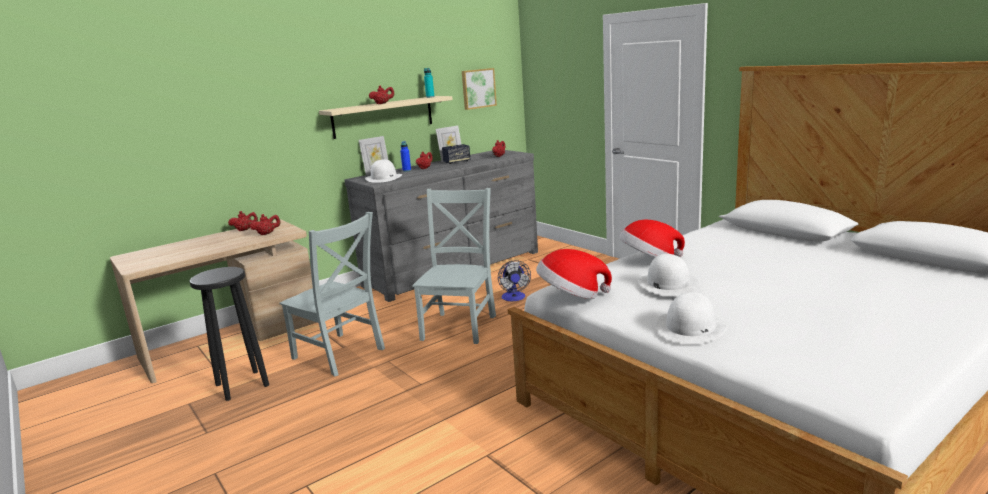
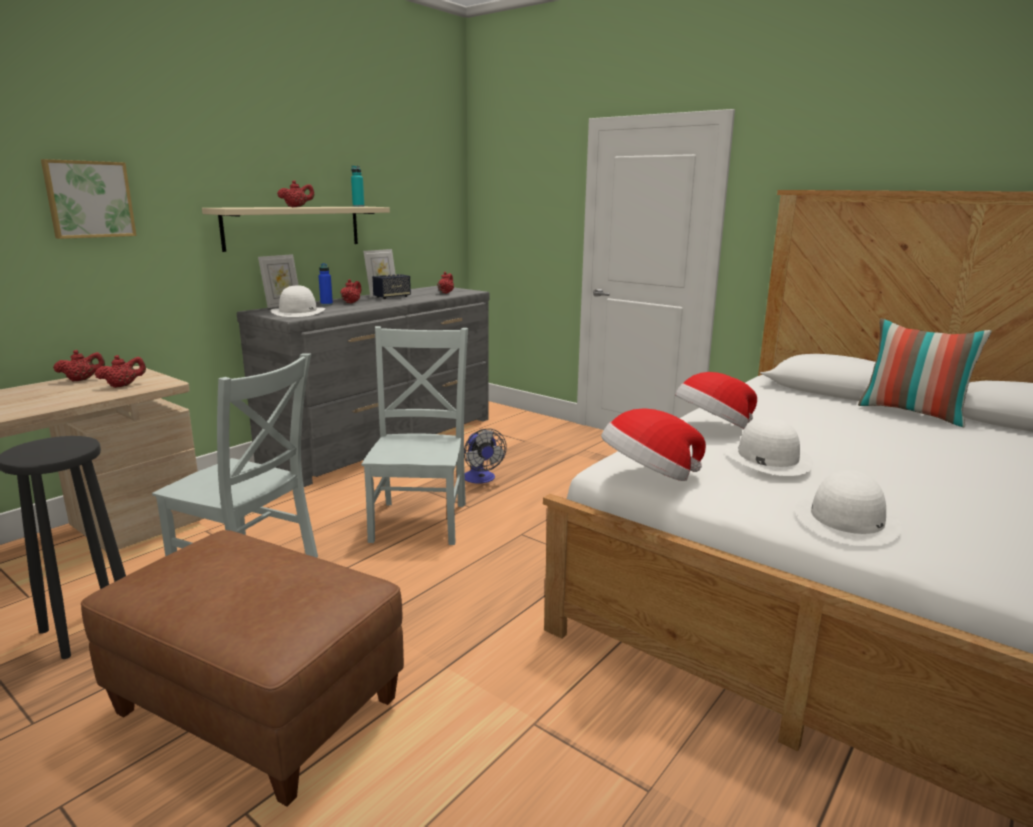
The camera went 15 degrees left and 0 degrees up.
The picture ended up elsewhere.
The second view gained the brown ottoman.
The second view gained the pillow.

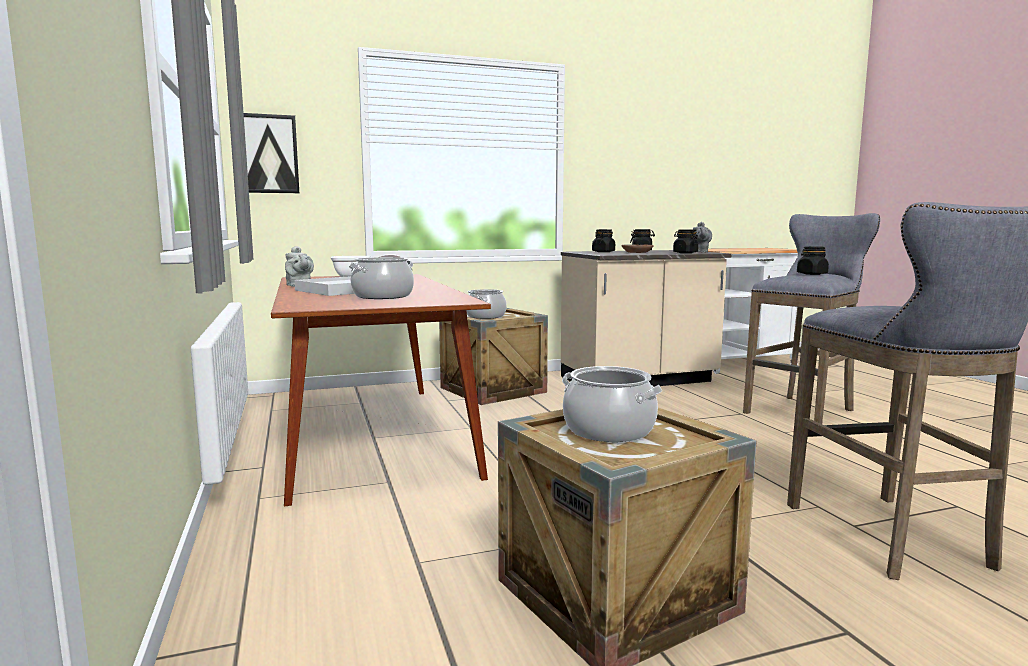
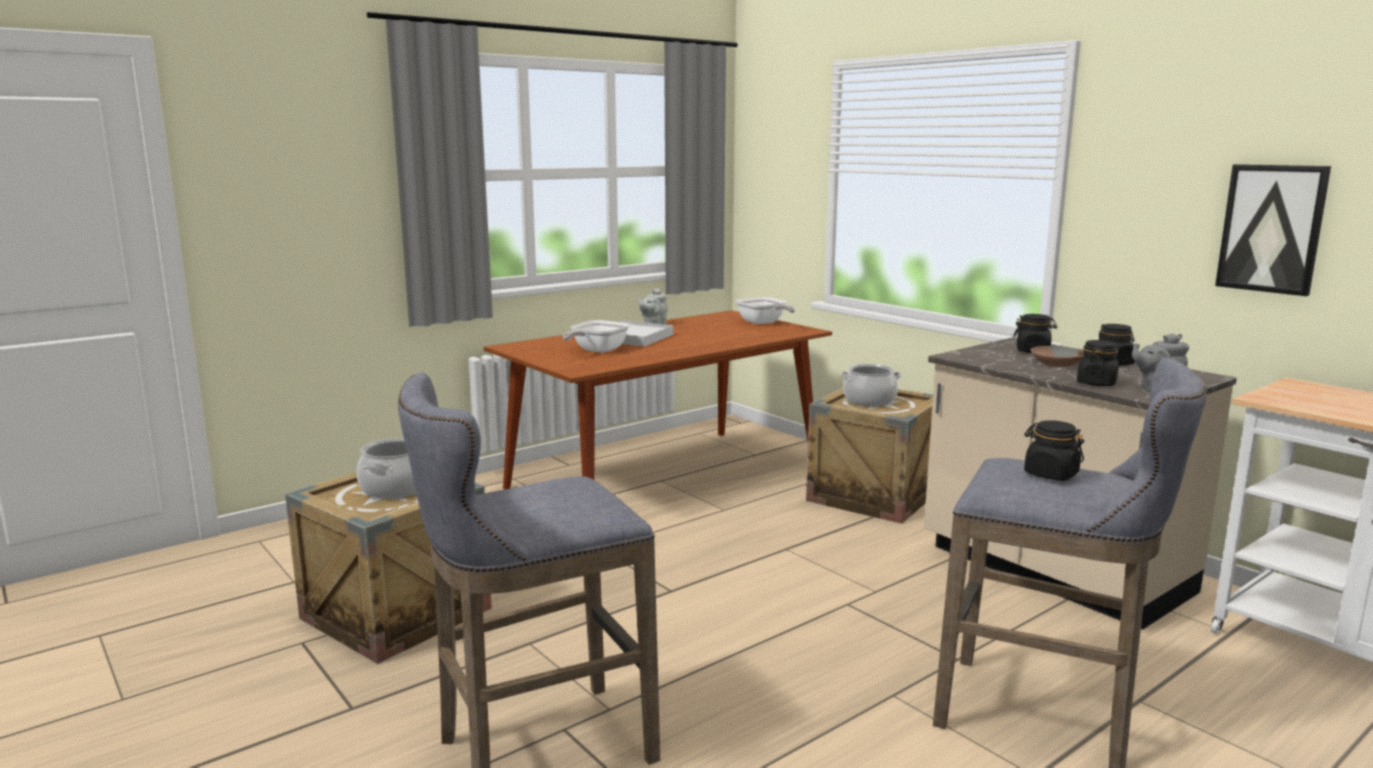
The camera went 70 degrees right and 5 degrees up.
Where the cooking pot (no. 1 from left) stood, the frying pan (no. 1 from left) came to stand.
The picture ended up elsewhere.

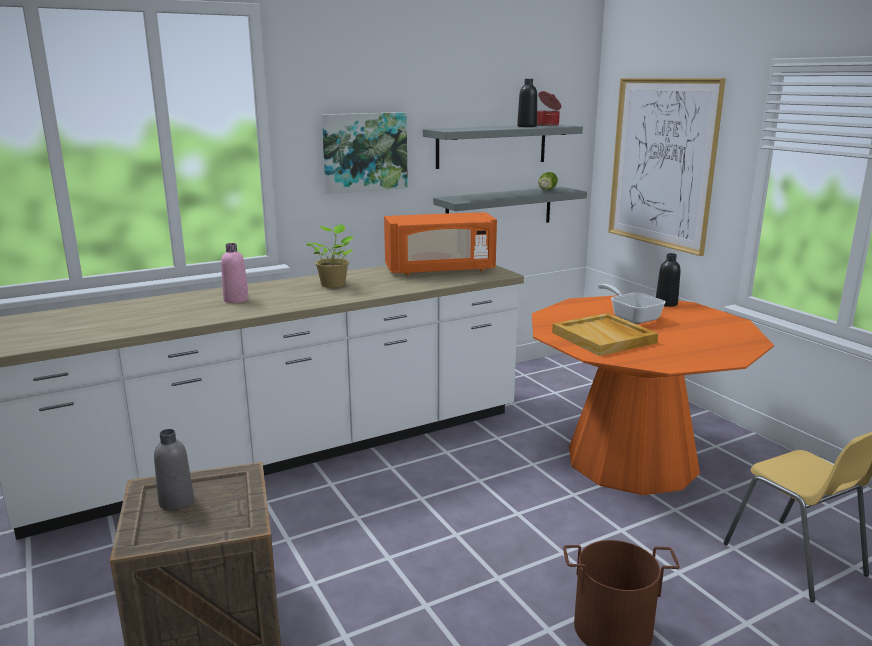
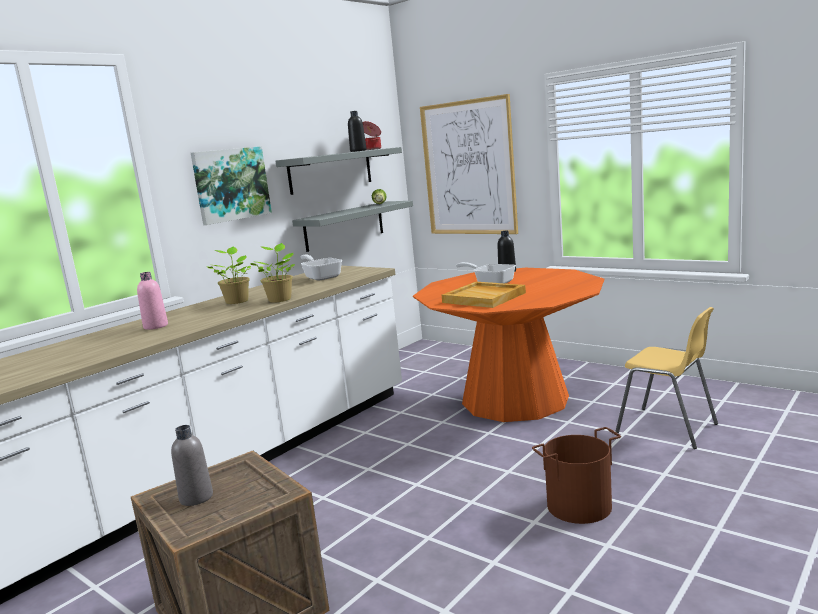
The camera went 20 degrees left and 5 degrees down.
The second view gained the potted plant (no. 2 from left).
Where the orange microwave stood, the frying pan (no. 1 from left) came to stand.

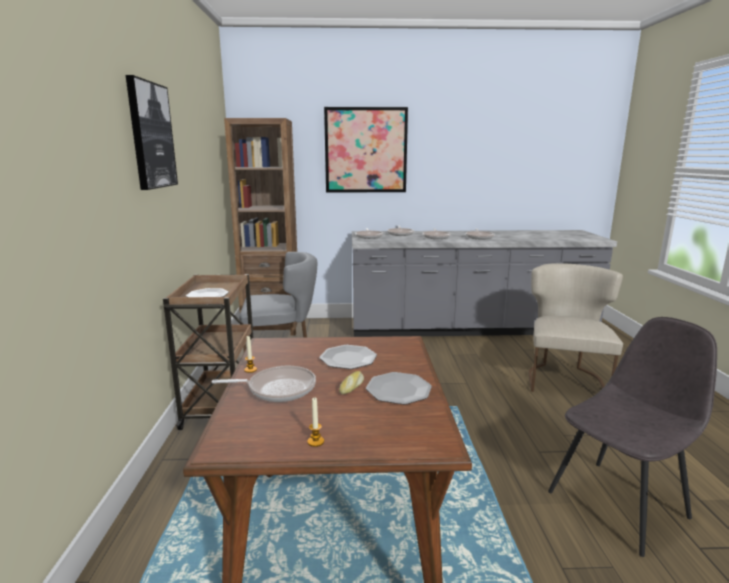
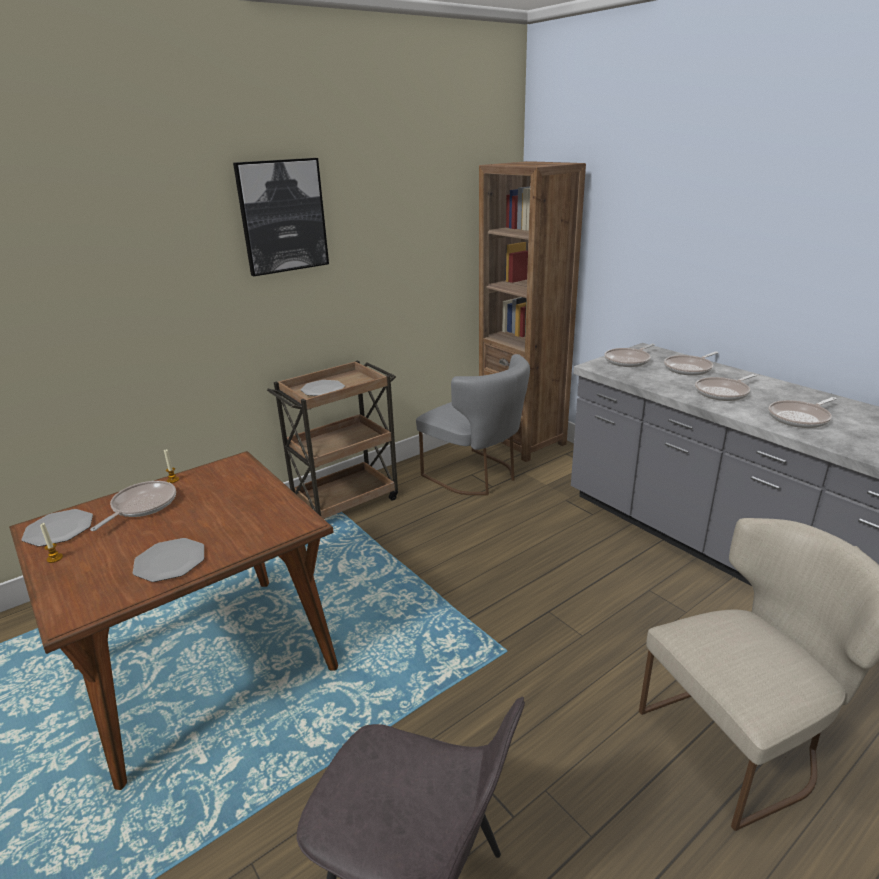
The camera went 55 degrees right and 10 degrees up.
The plate (no. 2 from left in the first image) ended up elsewhere.
The frying pan (no. 1 from left) ended up facing another way, 120 degrees counterclockwise from before.
The second view lost the picture (no. 2 from left).
The second view lost the bread.

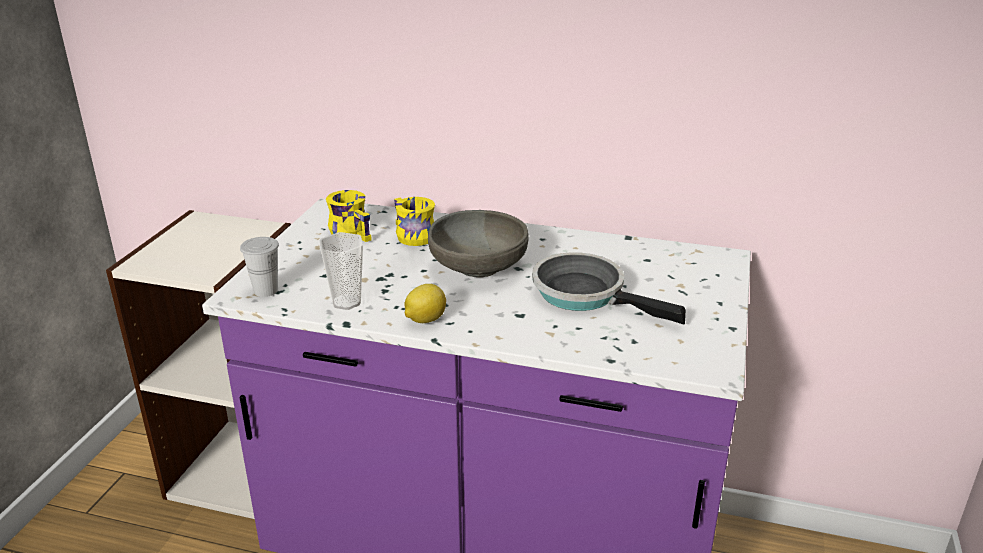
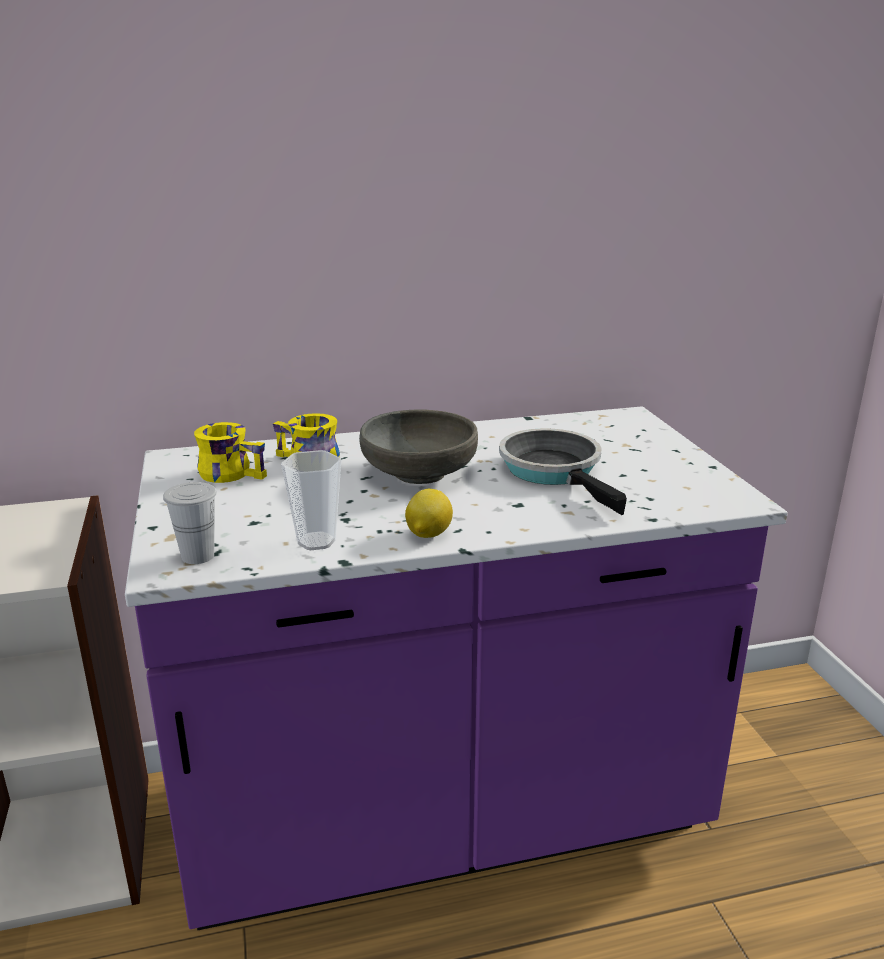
The camera went 30 degrees left and 5 degrees down.
The frying pan ended up facing another way, 60 degrees clockwise from before.

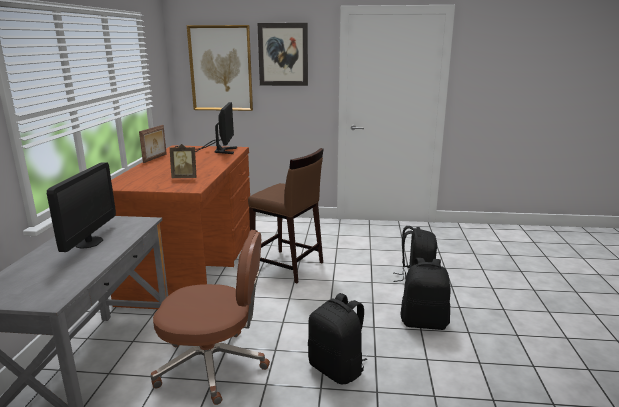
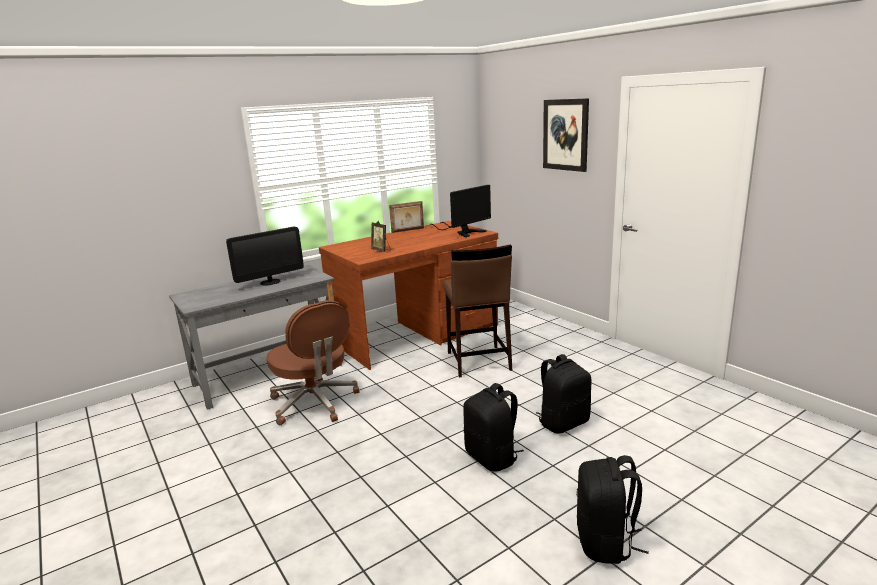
The camera went 50 degrees right and 0 degrees up.
The black backpack (no. 1 from left in the first image) ended up elsewhere.
The second view lost the picture (no. 1 from left).

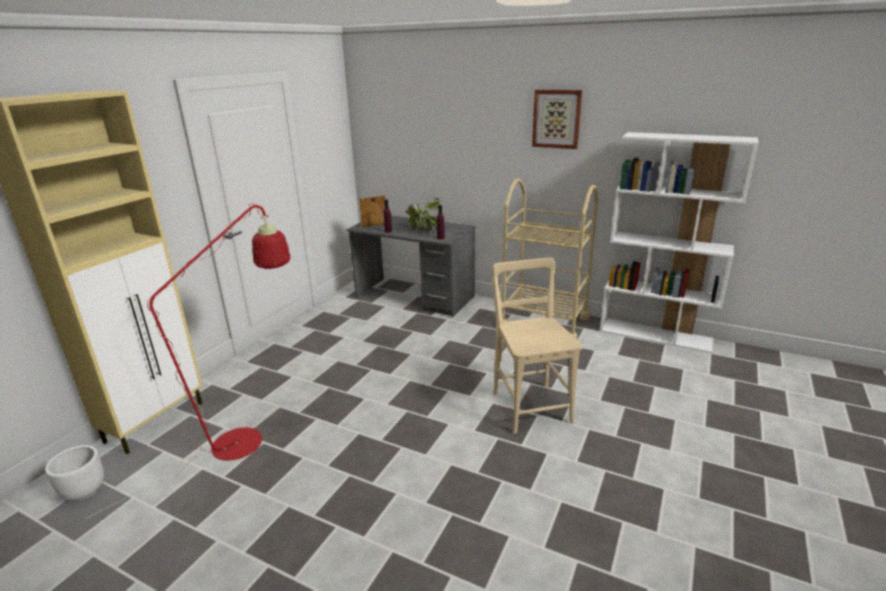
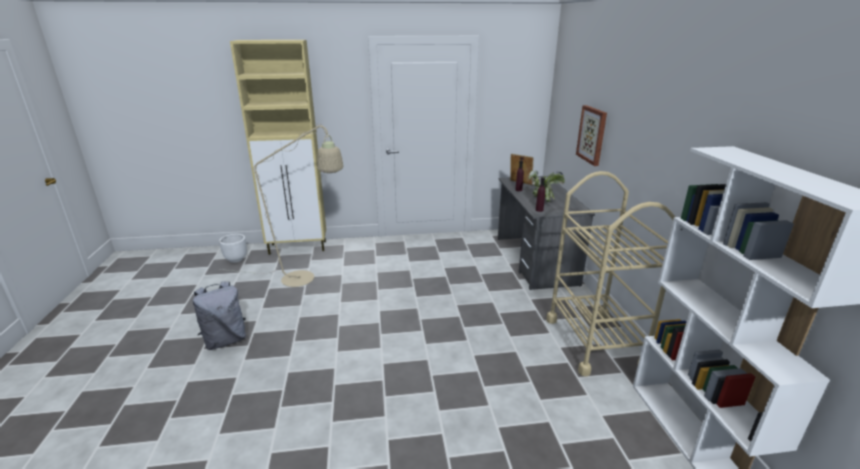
The camera went 55 degrees right and 0 degrees up.
The second view gained the grey backpack.
What was the red floor lamp turned into the beige floor lamp.
The picture ended up elsewhere.
The second view lost the beige chair.

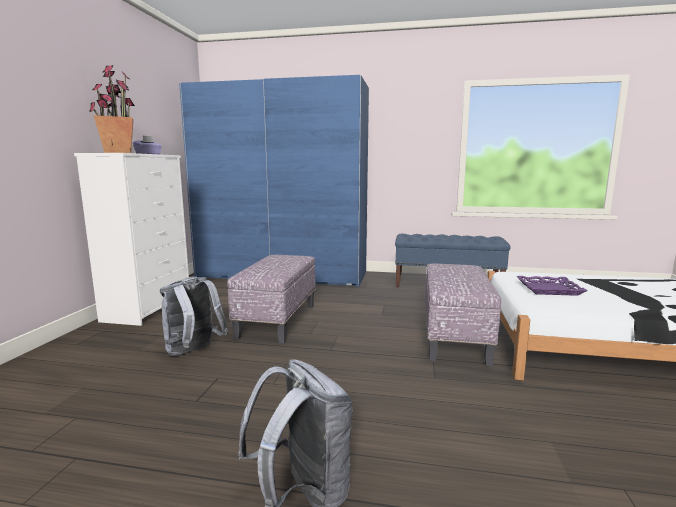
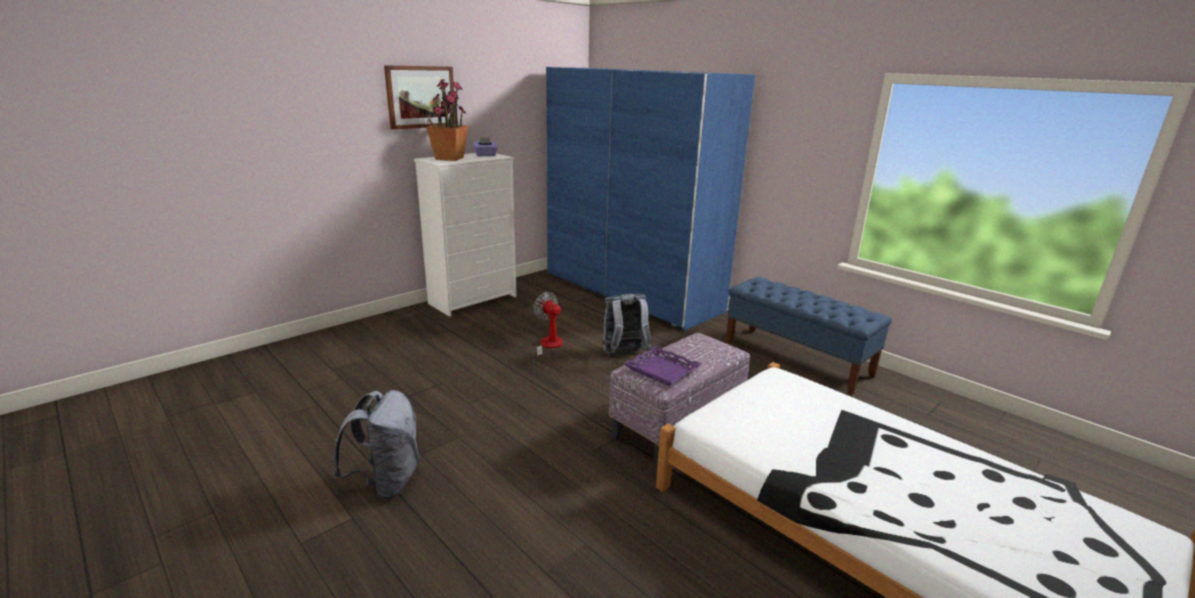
The camera went 35 degrees right and 10 degrees up.
The second view gained the picture.
Where the ottoman (no. 1 from left) stood, the fan came to stand.
The grey backpack (no. 1 from left in the first image) ended up elsewhere.
The purple tray ended up elsewhere.

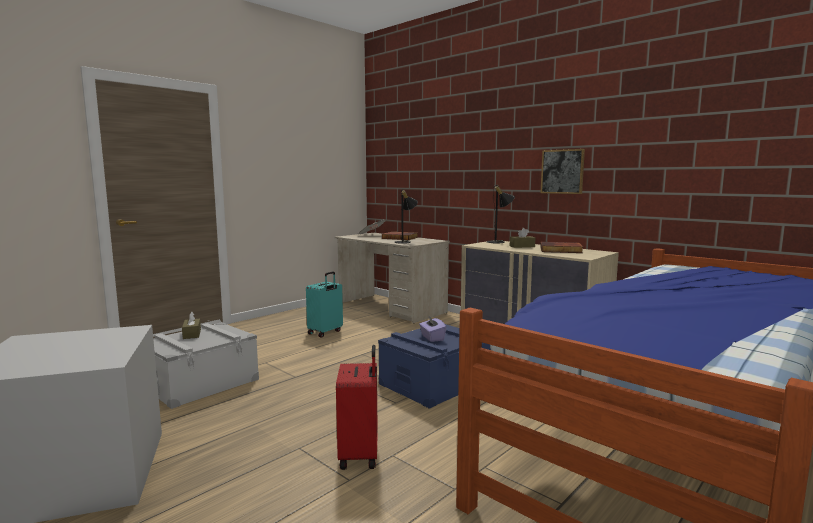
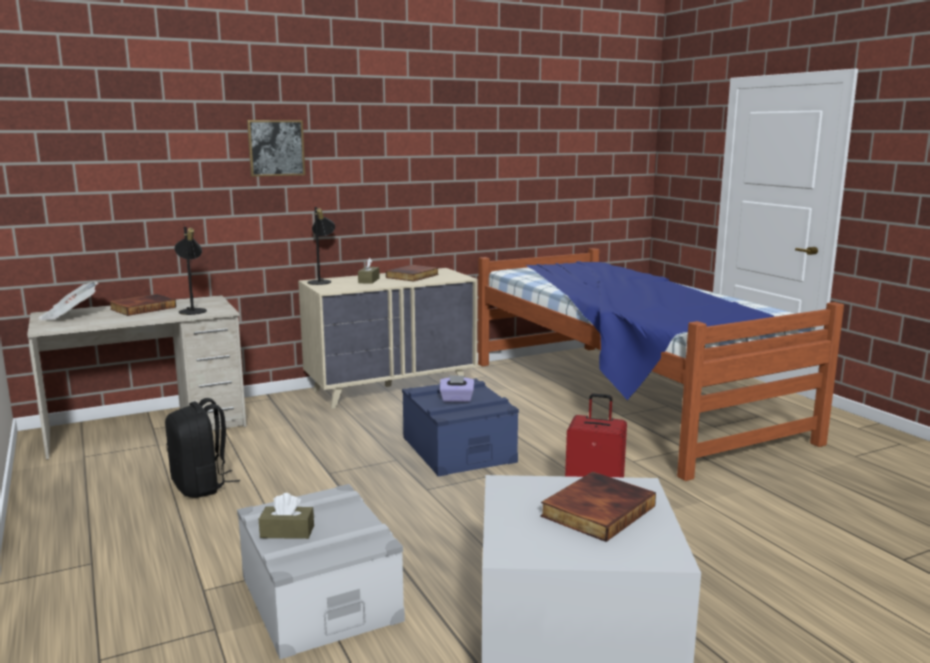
The camera went 70 degrees left and 5 degrees up.
Where the turquoise suitcase stood, the black backpack came to stand.
The picture ended up elsewhere.
The second view gained the book (no. 3 from left).

